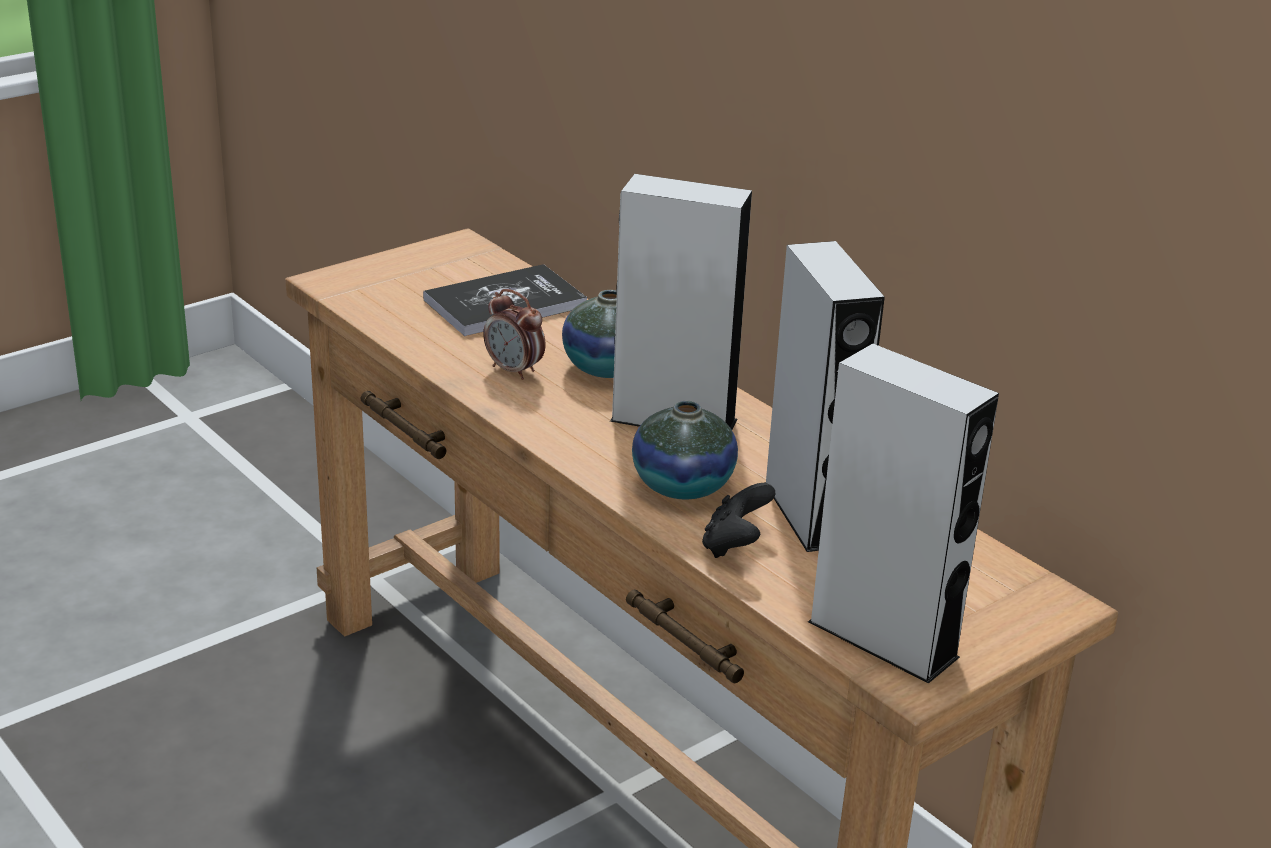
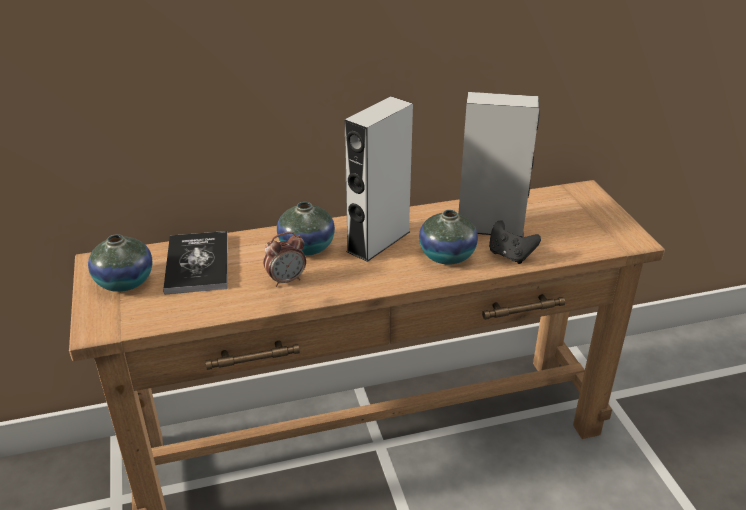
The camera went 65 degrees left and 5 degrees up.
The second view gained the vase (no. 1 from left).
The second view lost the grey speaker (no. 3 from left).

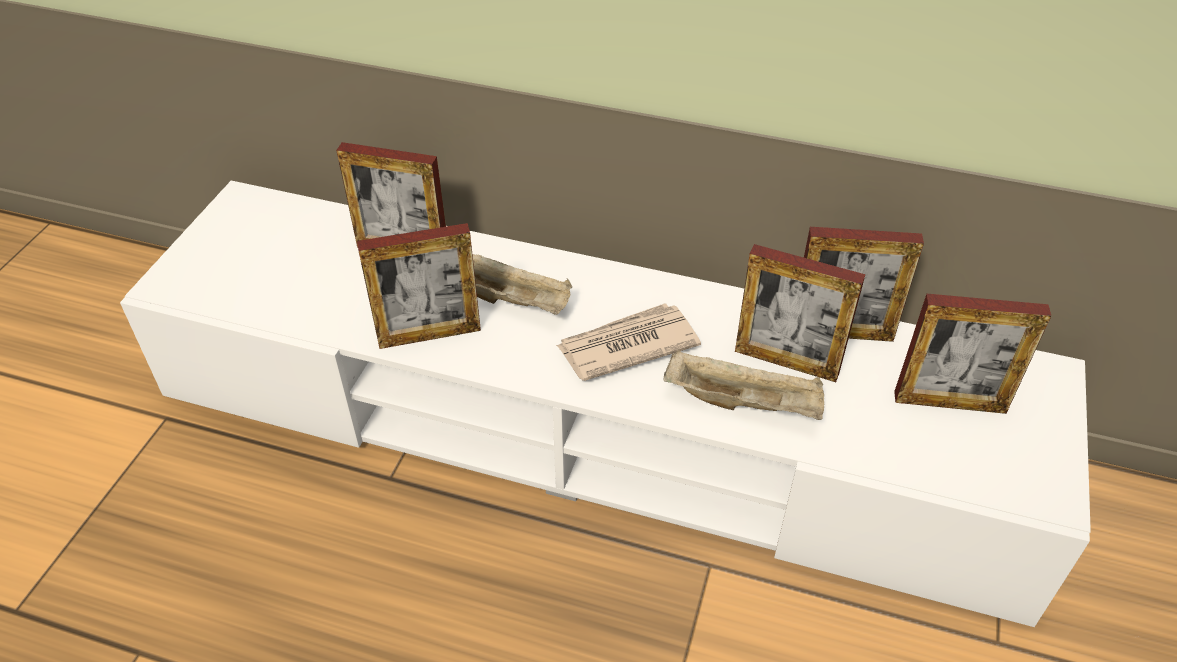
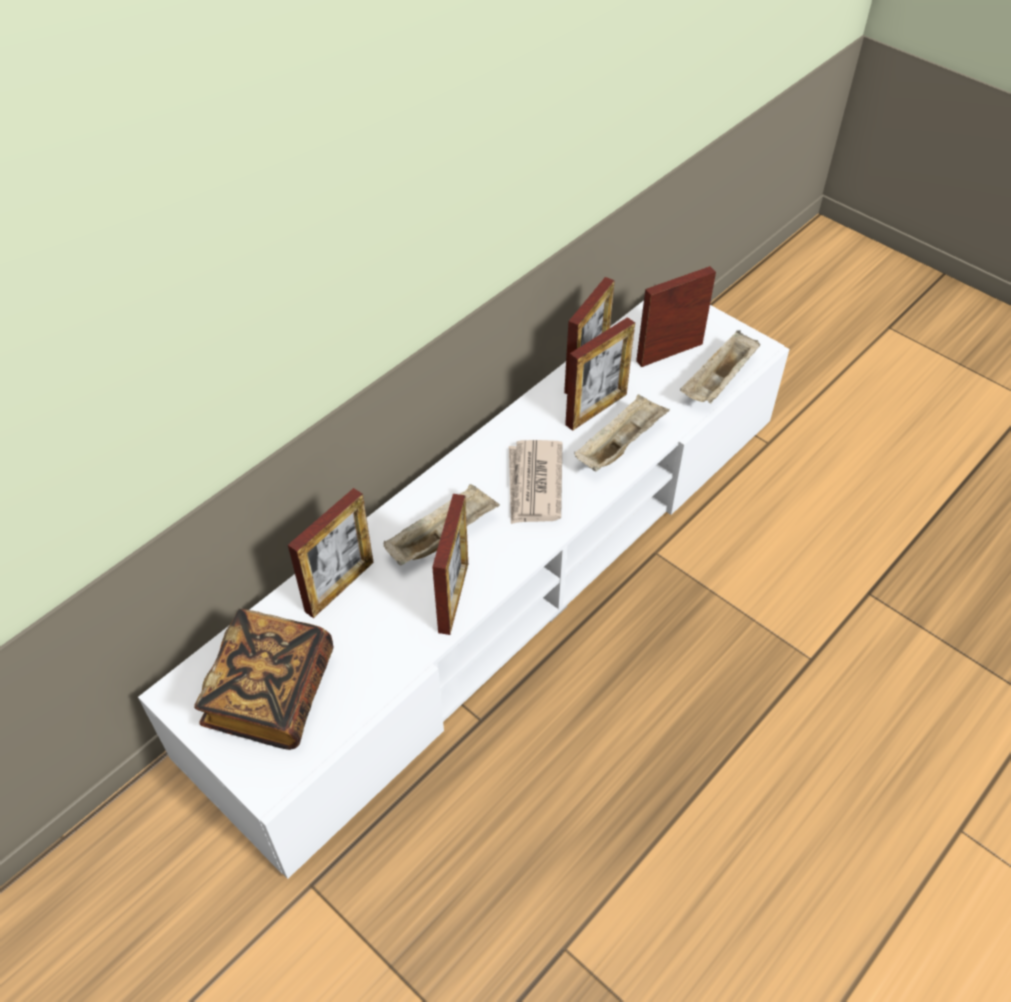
The camera went 65 degrees left and 5 degrees up.
The second view gained the book.
The picture frame (no. 5 from left) ended up facing another way, 150 degrees counterclockwise from before.
The second view gained the beige tray (no. 3 from left).

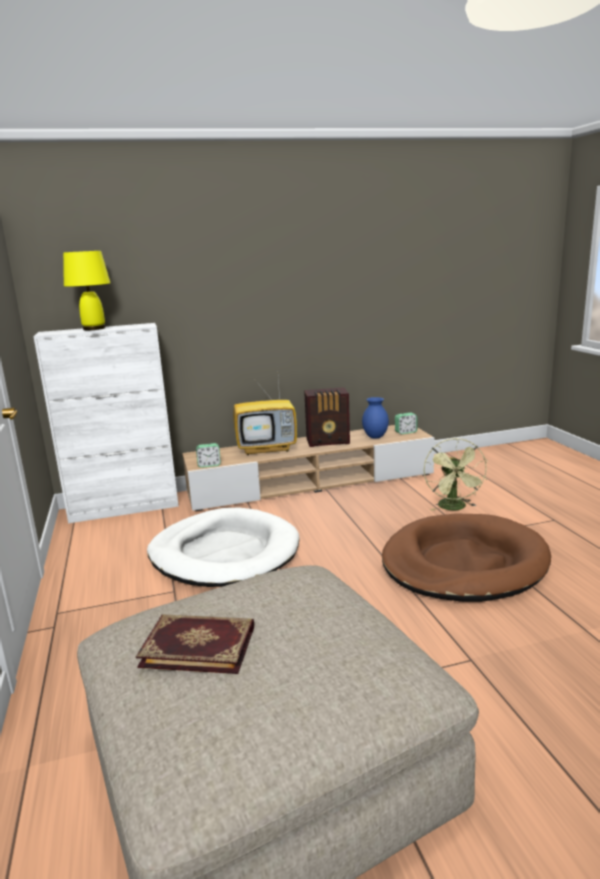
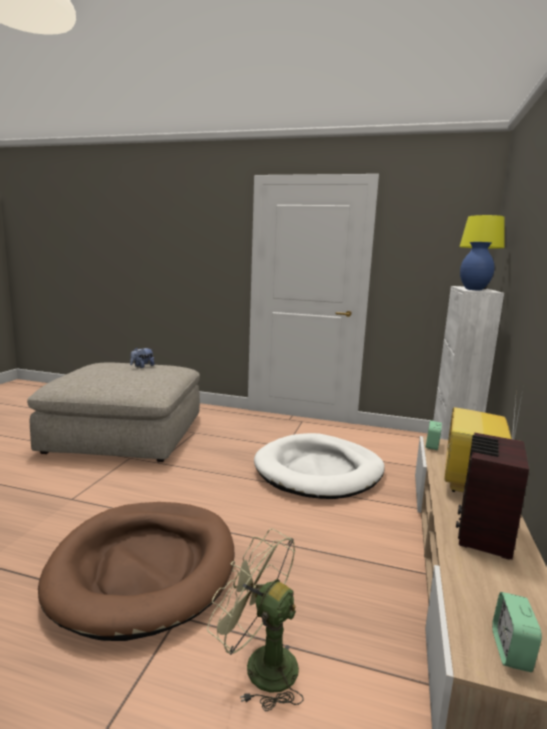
The camera went 120 degrees right and 5 degrees down.
Where the book stood, the plush toy came to stand.
The blue vase ended up elsewhere.

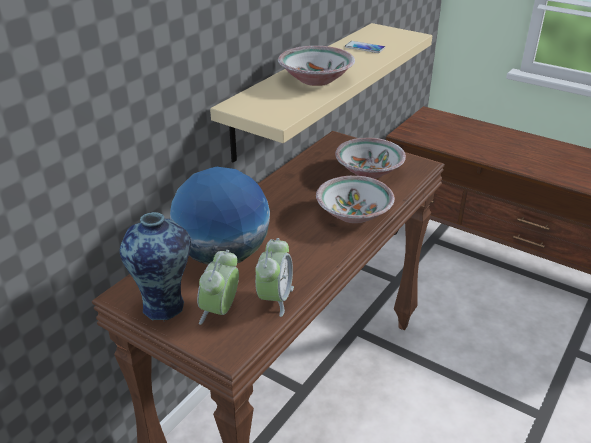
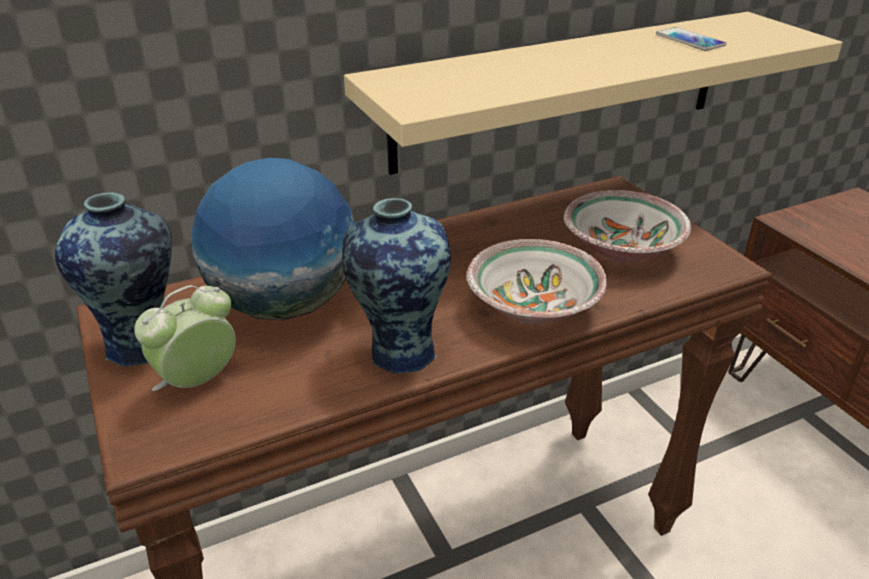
The camera went 30 degrees right and 0 degrees up.
The second view gained the vase (no. 2 from left).
The second view lost the alarm clock (no. 2 from left).
The second view lost the bowl (no. 1 from left).

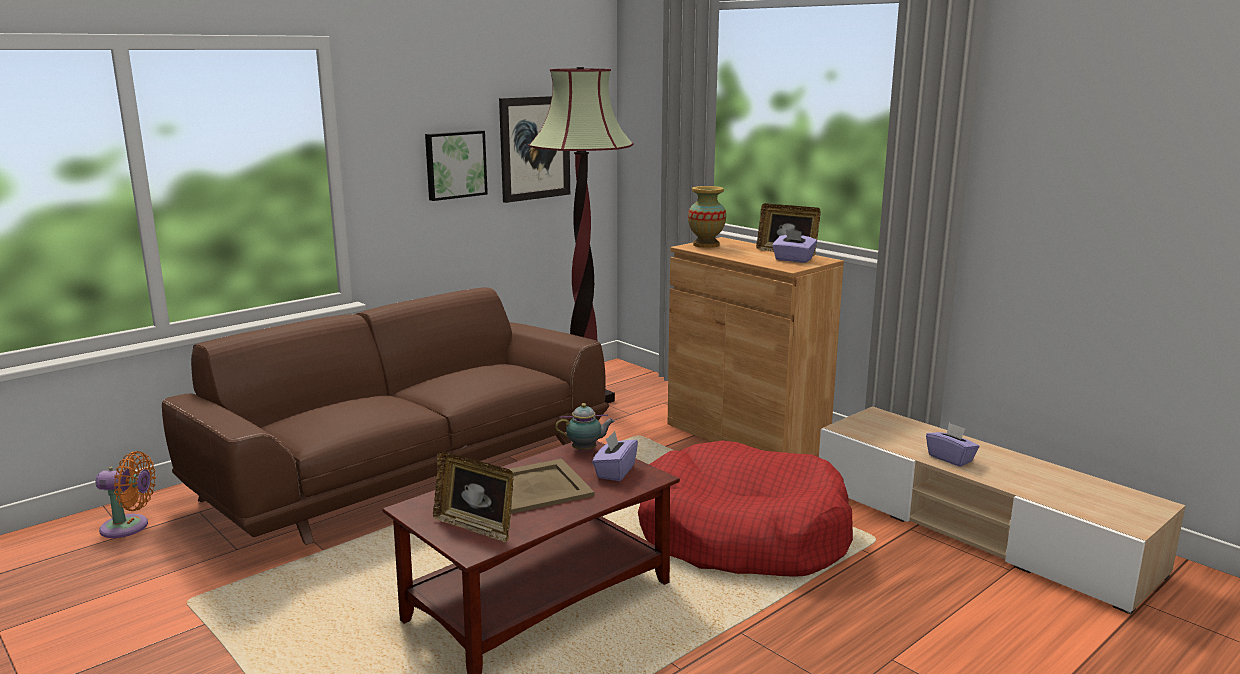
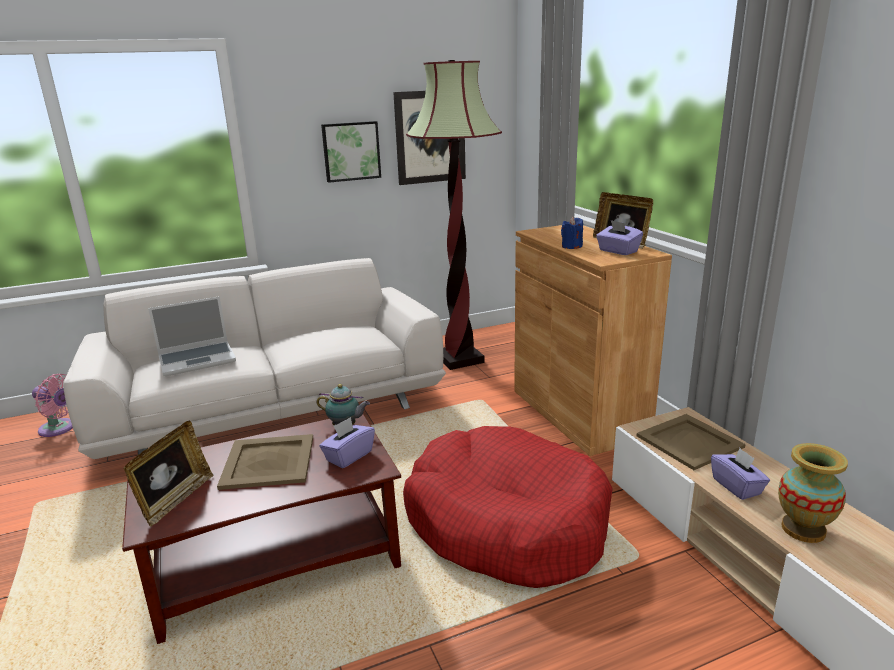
The camera went 20 degrees right and 5 degrees up.
What was the orange fan turned into the pink fan.
What was the brown sofa turned into the white sofa.
The picture frame (no. 1 from left) ended up facing another way, 120 degrees counterclockwise from before.
The second view gained the laptop.
The second view gained the blue candle.
The second view gained the beige tray (no. 2 from left).
The vase ended up elsewhere.

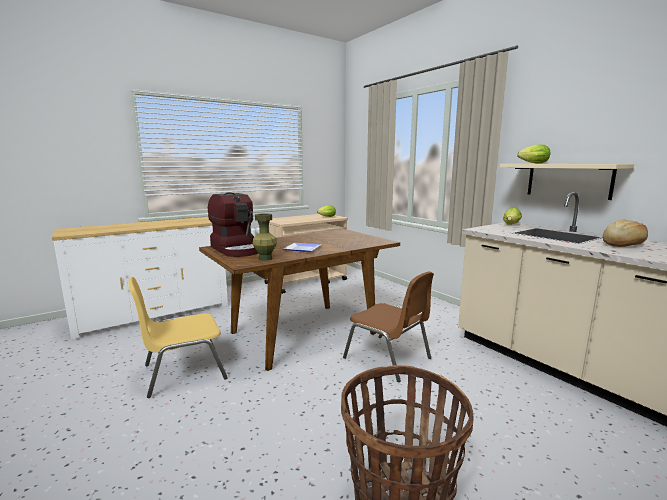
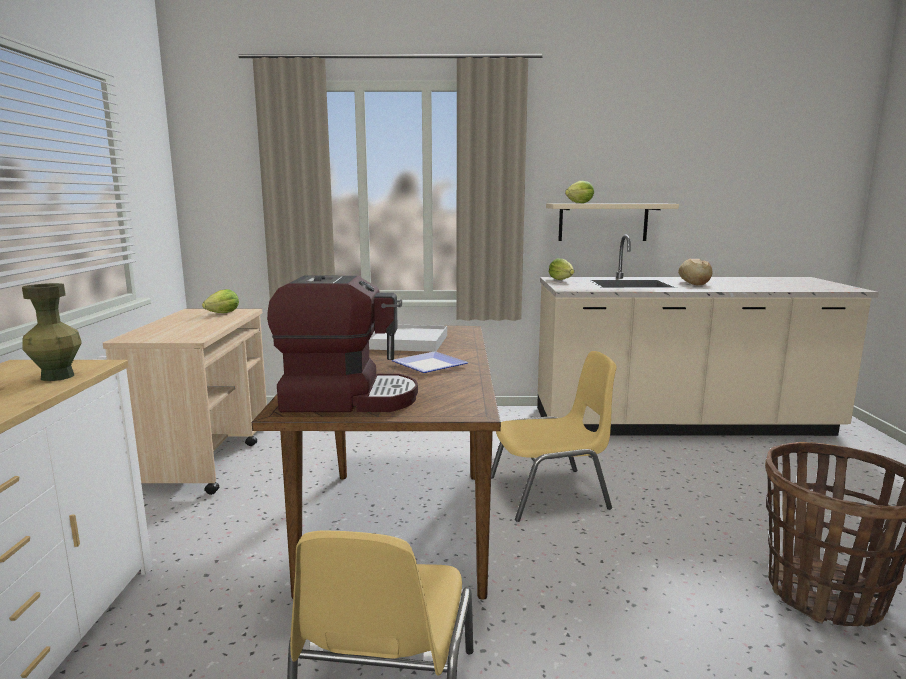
The camera went 55 degrees left and 0 degrees up.
The green vase ended up elsewhere.
The second view gained the white tray.
What was the brown chair turned into the yellow chair (no. 2 from left).

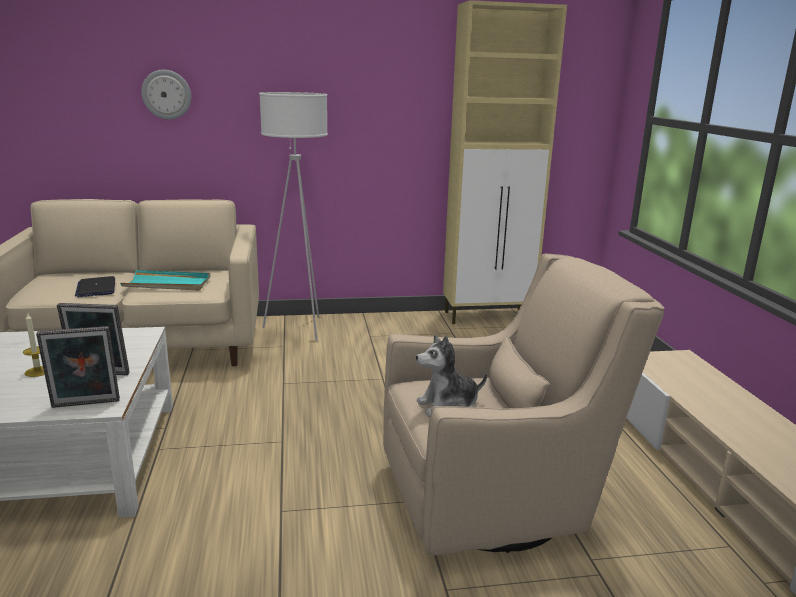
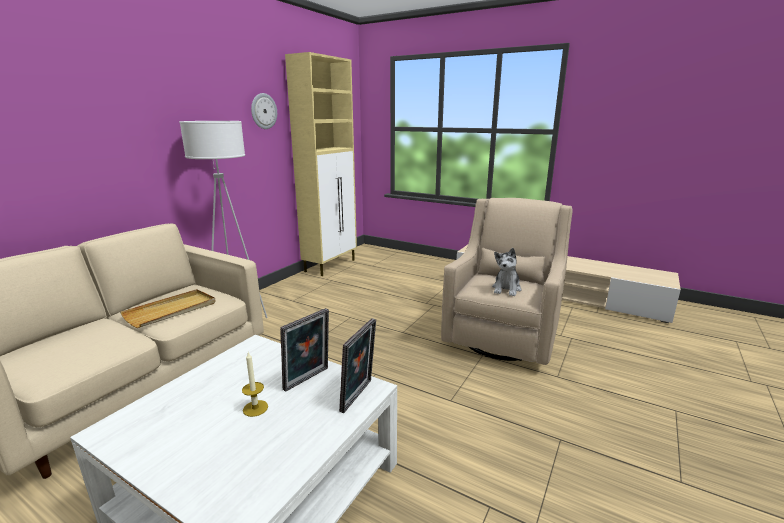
The camera went 50 degrees left and 0 degrees up.
What was the turquoise tray turned into the beige tray.
The wall clock ended up elsewhere.
The second view lost the laptop.

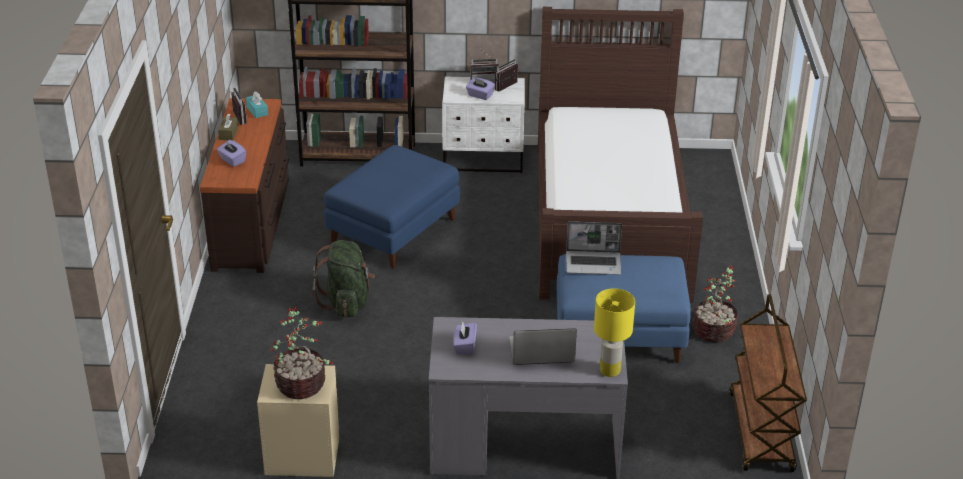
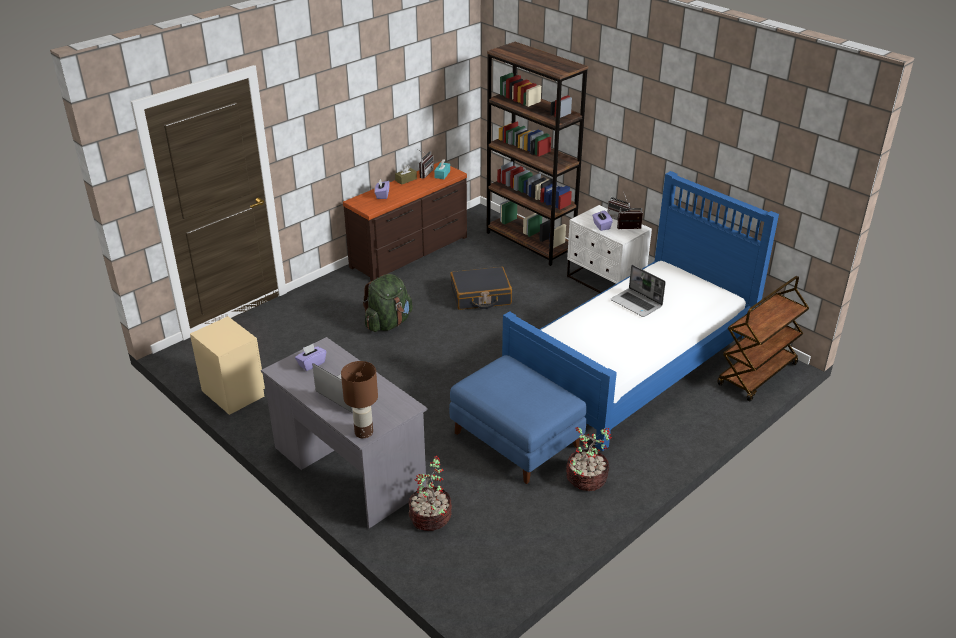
The camera went 45 degrees right and 0 degrees up.
What was the yellow table lamp turned into the brown table lamp.
The potted plant (no. 1 from left) ended up elsewhere.
Where the blue ottoman (no. 1 from left) stood, the black suitcase came to stand.
What was the brown bed turned into the blue bed.
The laptop (no. 2 from left) ended up elsewhere.
The brown cart ended up elsewhere.

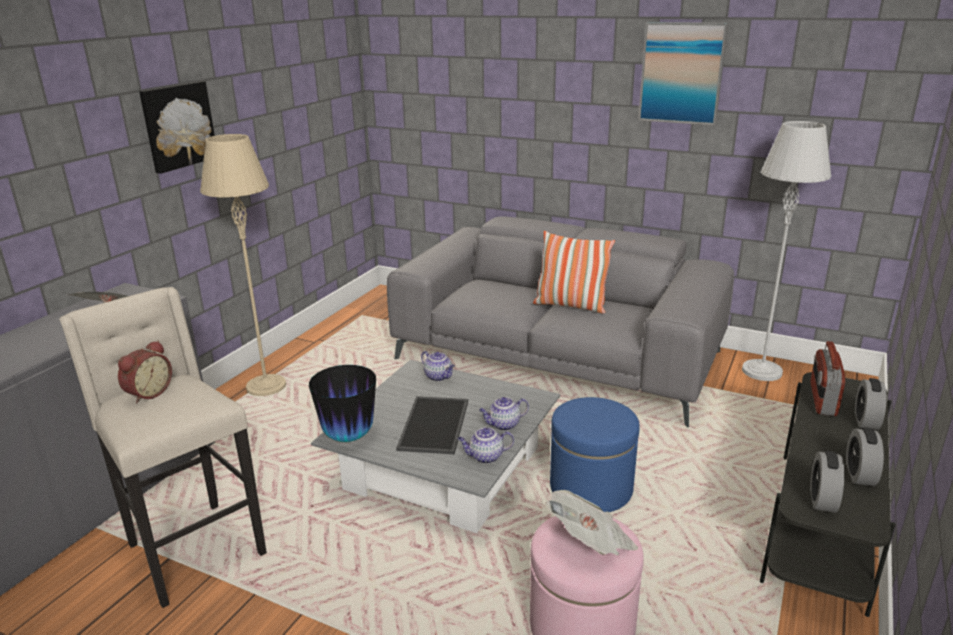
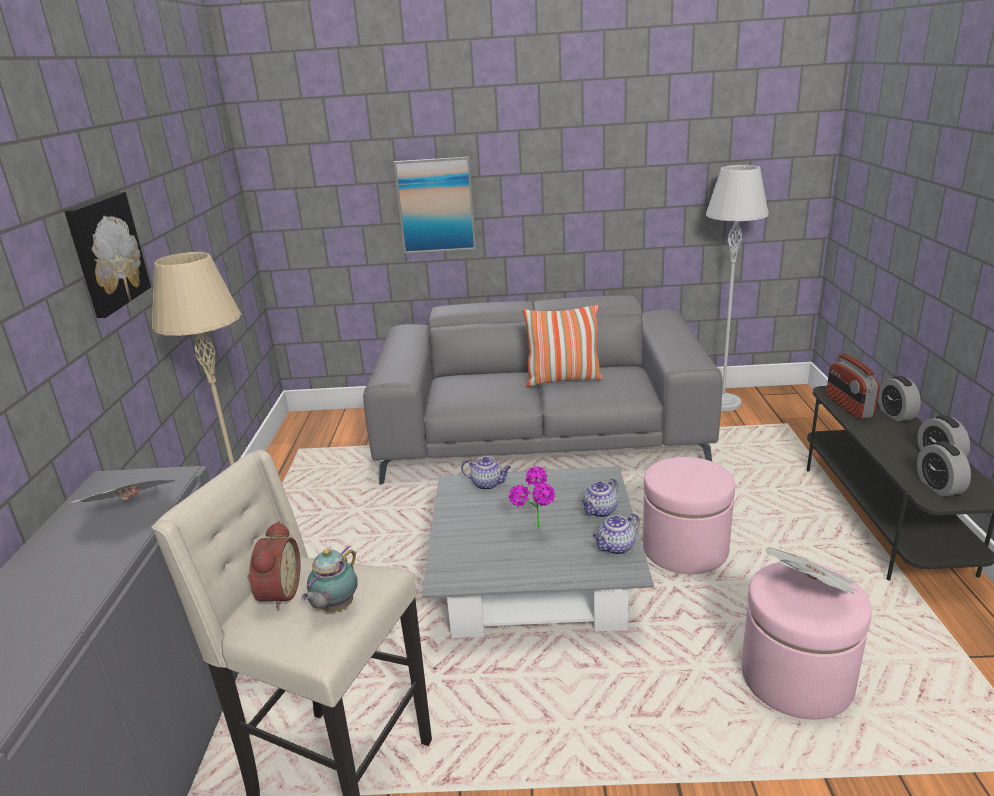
The camera went 25 degrees left and 0 degrees up.
The second view gained the teapot (no. 1 from left).
The picture (no. 2 from left) ended up elsewhere.
Where the tray stood, the potted plant came to stand.
What was the blue ottoman turned into the pink ottoman (no. 1 from left).
The second view lost the vase.

